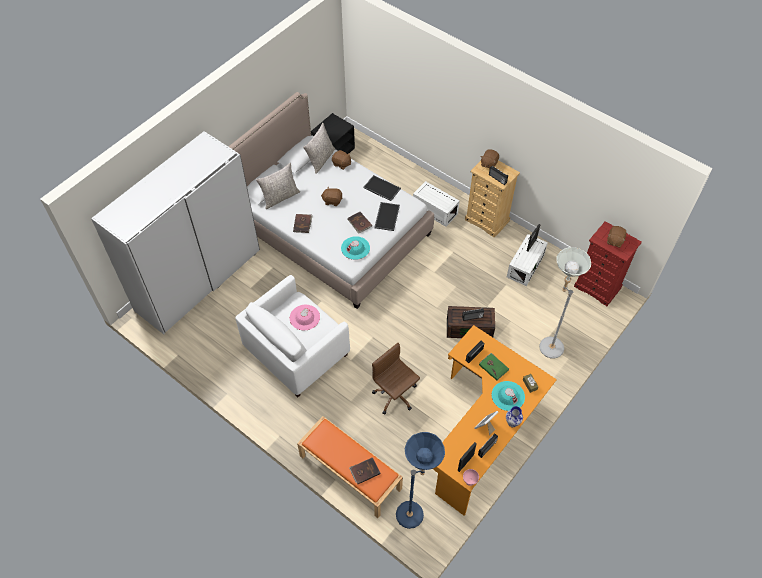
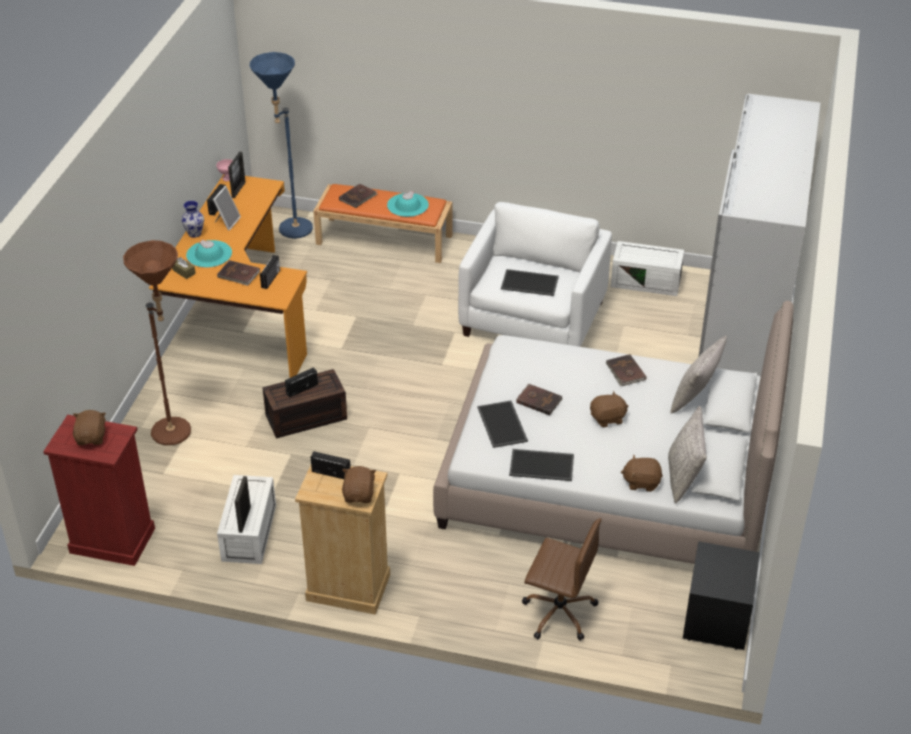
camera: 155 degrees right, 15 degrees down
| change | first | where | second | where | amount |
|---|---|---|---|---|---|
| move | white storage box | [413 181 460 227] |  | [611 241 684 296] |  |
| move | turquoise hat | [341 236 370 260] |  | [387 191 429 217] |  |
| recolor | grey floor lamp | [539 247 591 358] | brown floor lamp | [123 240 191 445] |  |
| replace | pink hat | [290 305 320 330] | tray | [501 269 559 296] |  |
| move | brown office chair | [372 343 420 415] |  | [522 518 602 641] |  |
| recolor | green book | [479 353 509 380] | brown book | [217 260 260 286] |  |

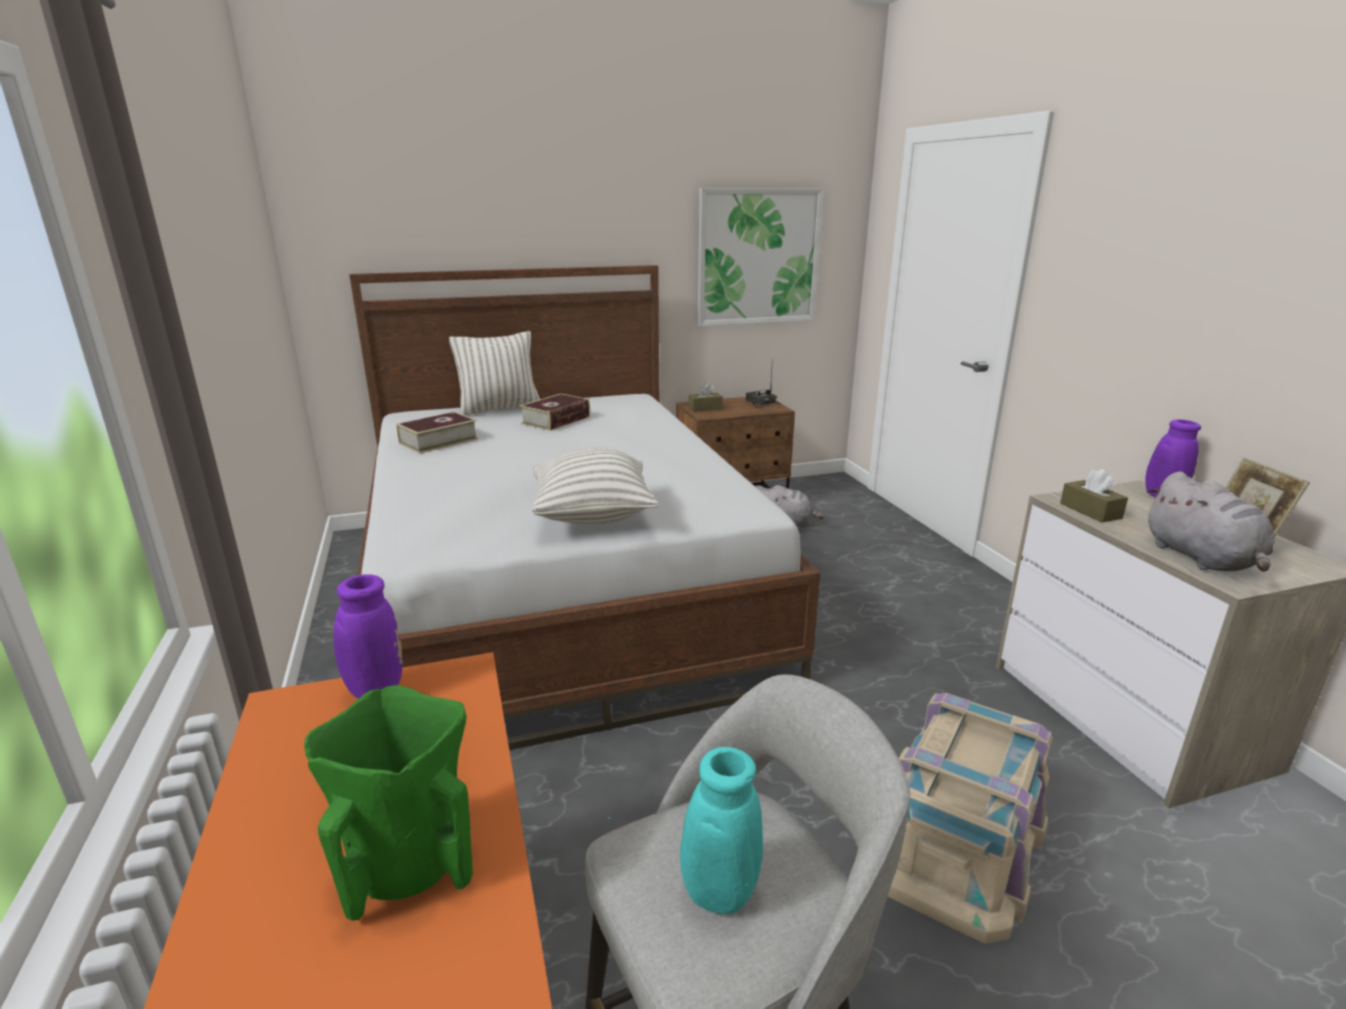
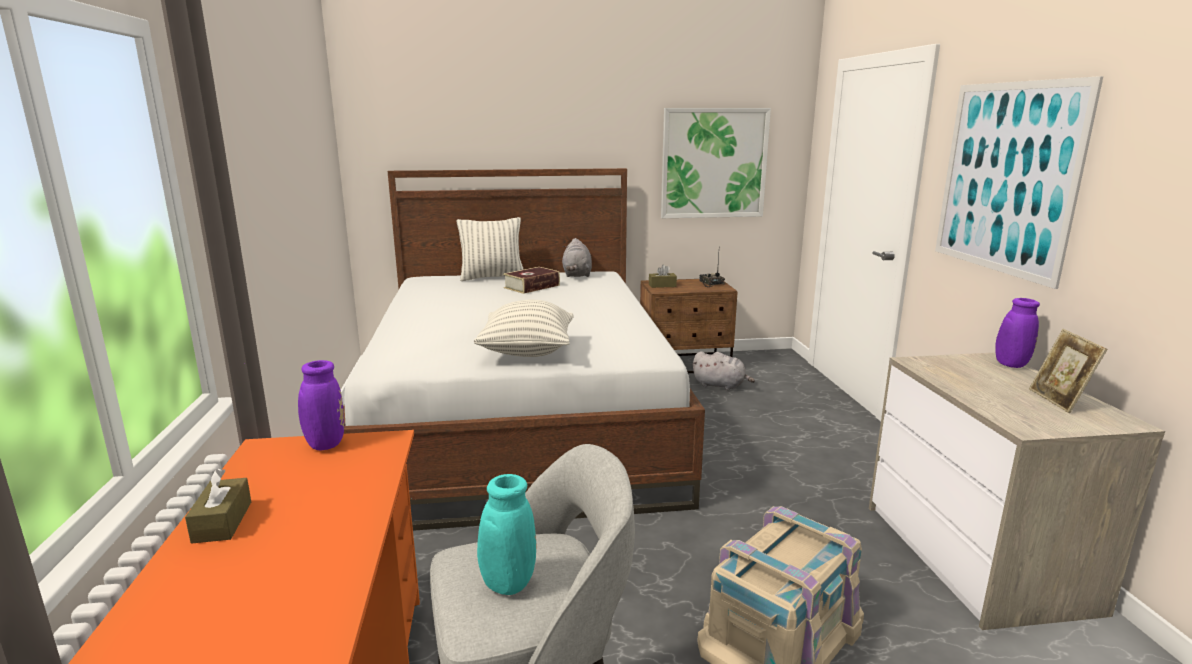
camera: 10 degrees right, 5 degrees down
| change | first | where | second | where | amount |
|---|---|---|---|---|---|
| delete | book | [396 412 478 454] |  |  |  |
| move | brown tissue box | [1060 469 1128 523] |  | [185 468 251 544] |  |
| move | grey plush toy | [1147 472 1275 571] |  | [562 238 592 277] |  |
| delete | green vase | [304 685 473 921] |  |  |  |
| insert |  |  | picture | [935 76 1103 289] |  |

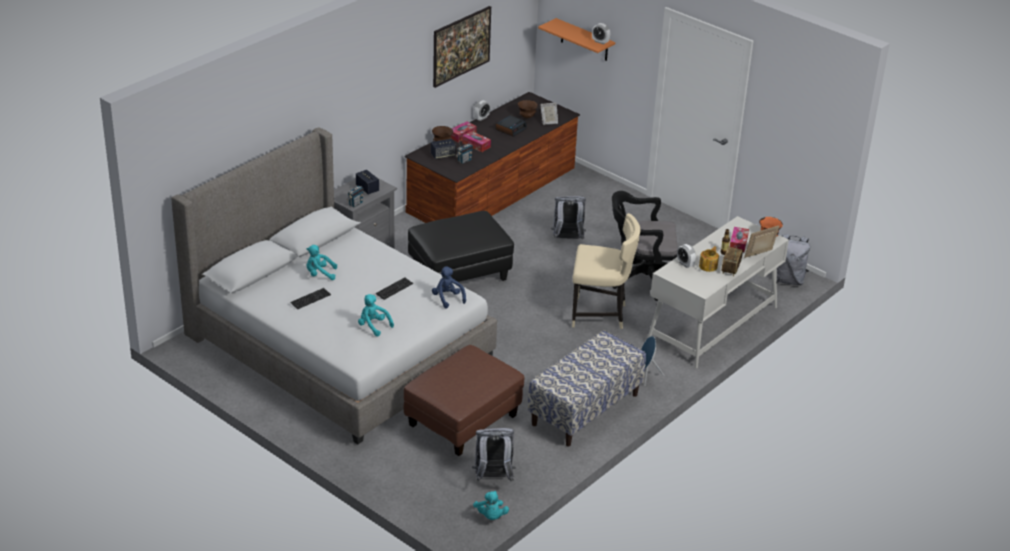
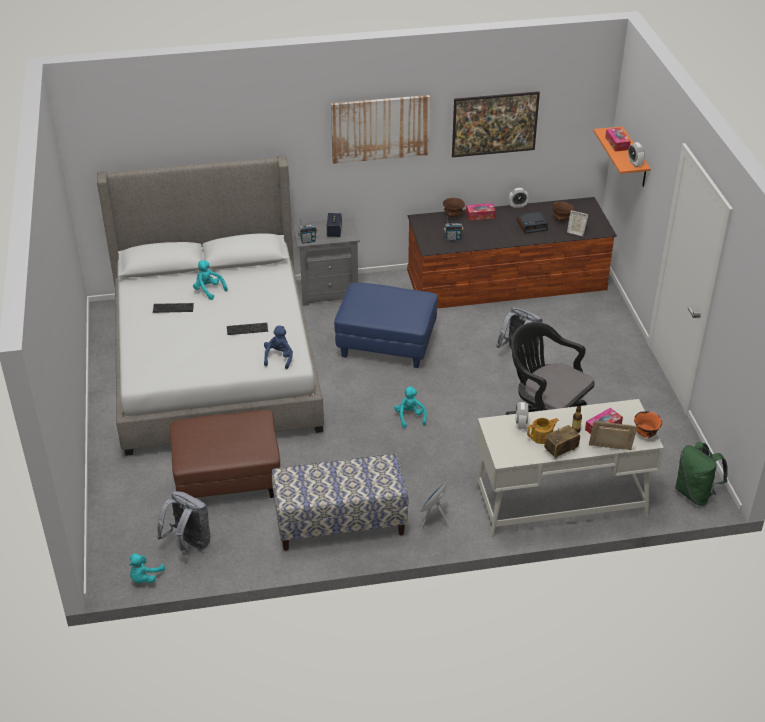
camera: 40 degrees right, 5 degrees up
| change | first | where | second | where | amount |
|---|---|---|---|---|---|
| move | tissue box | [462 131 491 152] |  | [605 128 631 152] |  |
| delete | speaker | [431 139 456 159] |  |  |  |
| recolor | black ottoman | [408 211 514 282] | blue ottoman | [334 282 438 368] |  |
| delete | beige chair | [572 213 640 329] |  |  |  |
| recolor | grey backpack | [777 234 810 285] | green backpack | [675 442 728 506] |  |
| move | turquoise plush toy | [358 294 394 336] |  | [394 386 427 428] |  |
| insert |  |  | picture | [331 95 431 164] |  |

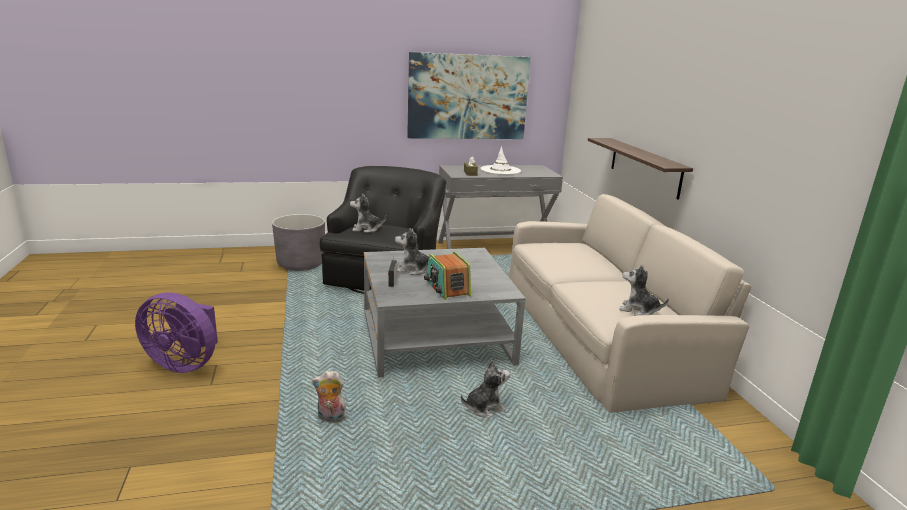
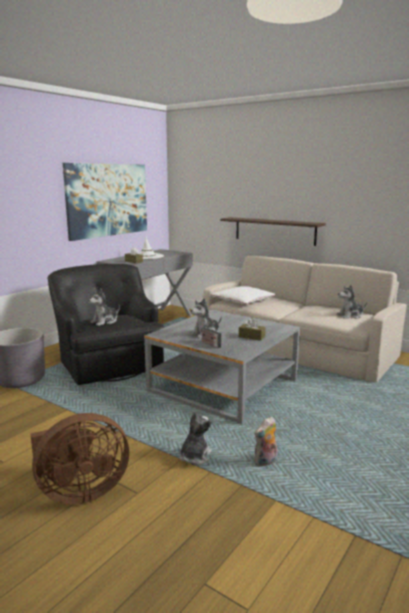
camera: 40 degrees left, 5 degrees down
| change | first | where | second | where | amount |
|---|---|---|---|---|---|
| replace | radio | [424 251 471 300] | brown tissue box | [239 318 266 341] |  |
| recolor | purple fan | [135 292 218 373] | brown fan | [30 413 129 505] |  |
| move | plush toy | [461 360 510 417] |  | [180 411 212 465] |  |
| insert |  |  | white pillow | [211 286 276 304] |  |

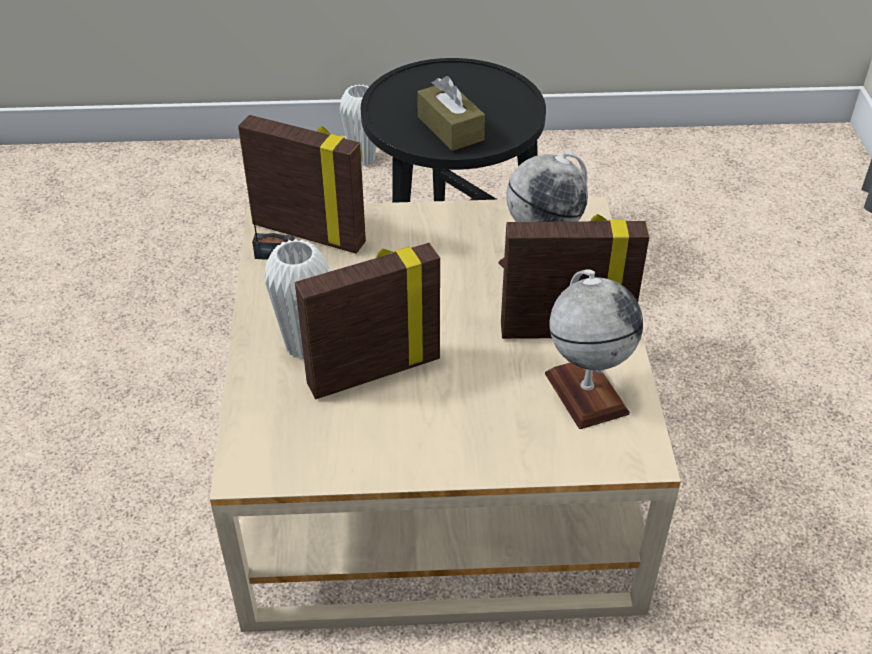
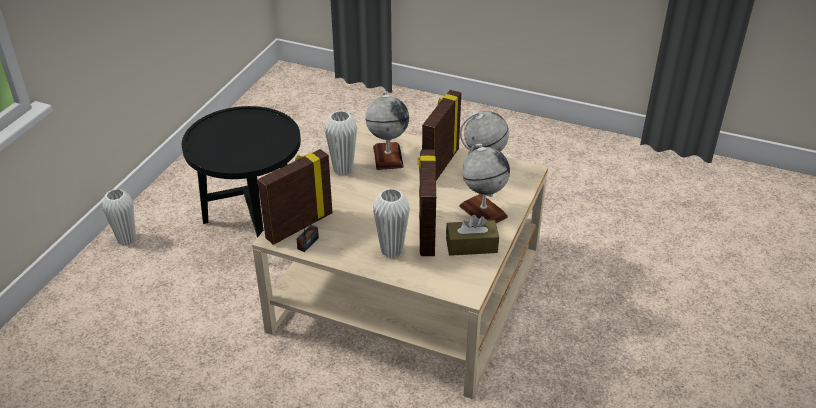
camera: 65 degrees left, 5 degrees down
| change | first | where | second | where | amount |
|---|---|---|---|---|---|
| move | brown tissue box | [417 76 485 151] |  | [446 215 499 256] |  |
| insert |  |  | white vase | [324 111 357 175] |  |
| insert |  |  | globe | [459 144 510 223] |  |

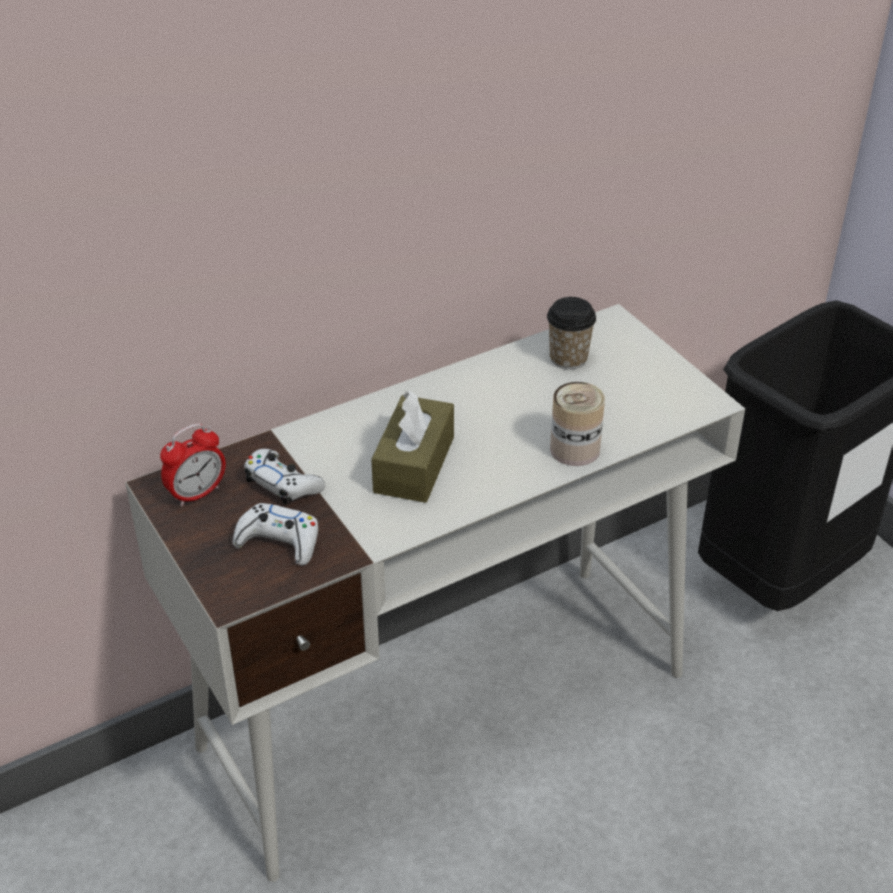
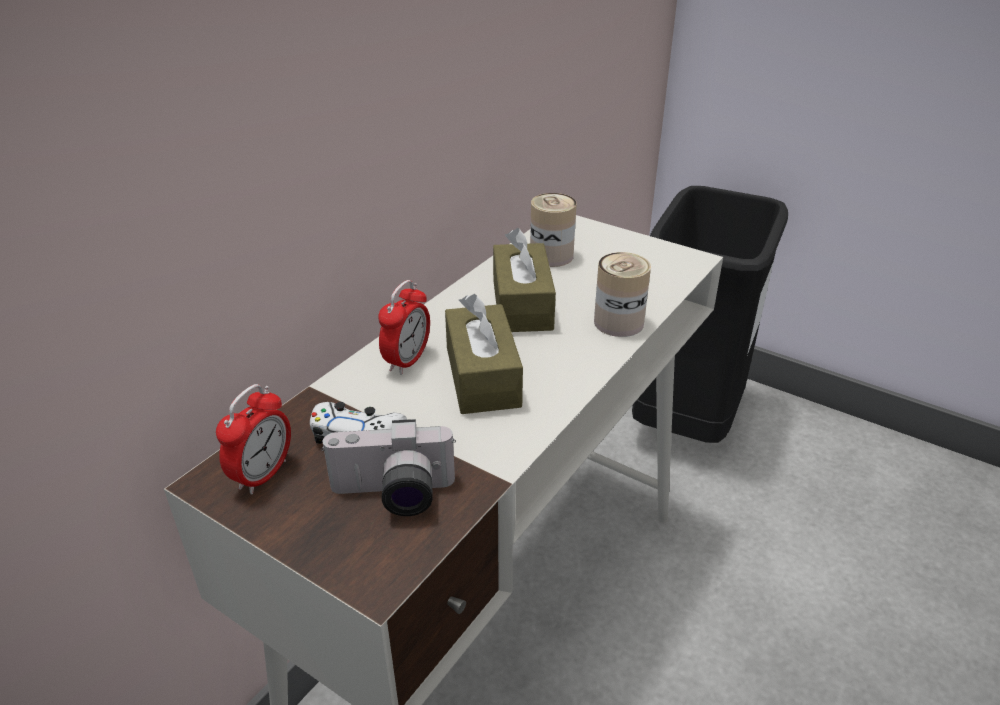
camera: 25 degrees left, 5 degrees down
| change | first | where | second | where | amount |
|---|---|---|---|---|---|
| replace | cup | [547 297 596 370] | can | [530 193 576 267] |  |
| replace | white game controller | [233 503 318 565] | photo camera | [321 419 456 516] |  |
| insert |  |  | brown tissue box | [493 228 556 332] |  |
| insert |  |  | alarm clock | [378 280 430 375] |  |

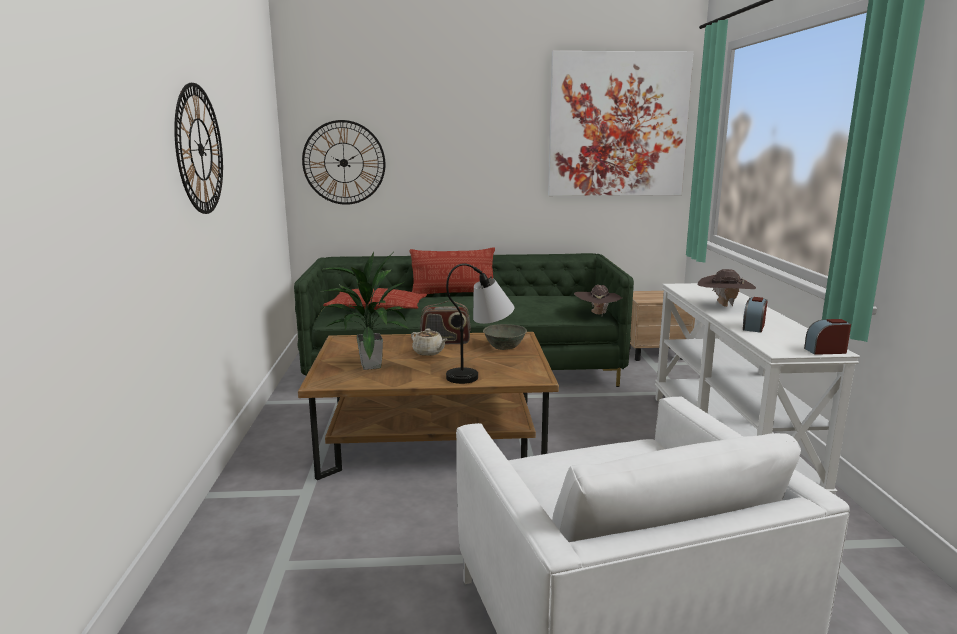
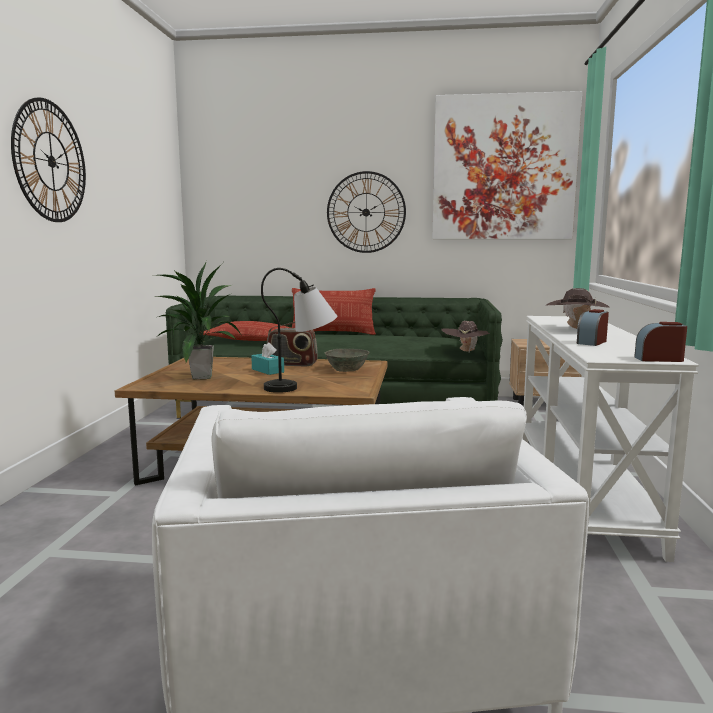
camera: 10 degrees right, 5 degrees down
| change | first | where | second | where | amount |
|---|---|---|---|---|---|
| move | wall clock | [302 120 385 205] |  | [327 171 406 253] |  |
| replace | beige teapot | [411 328 448 356] | turquoise tissue box | [251 342 284 375] |  |

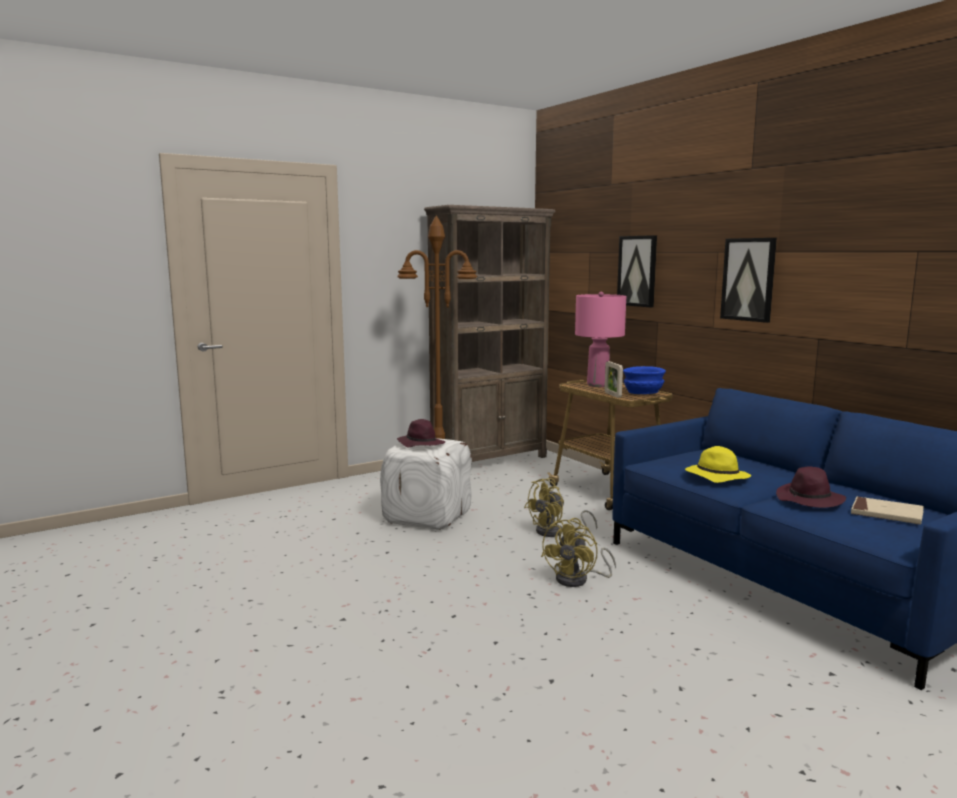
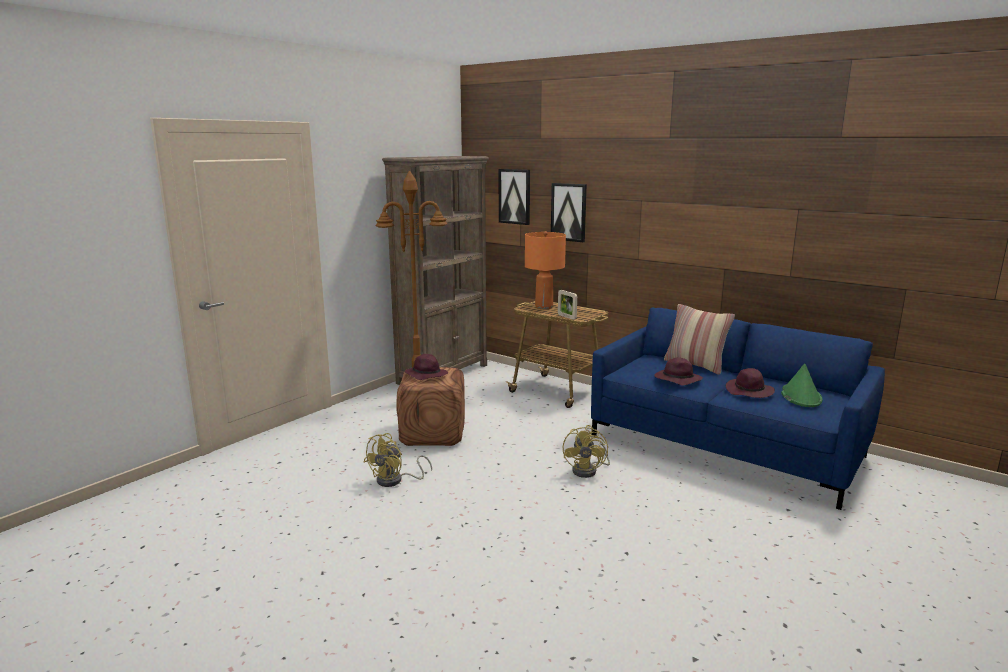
camera: 20 degrees left, 5 degrees up
| change | first | where | second | where | amount |
|---|---|---|---|---|---|
| move | picture | [720 238 777 323] |  | [499 169 530 225] |  |
| recolor | pink table lamp | [575 292 626 387] | orange table lamp | [525 231 566 309] |  |
| delete | blue bowl | [623 366 666 394] |  |  |  |
| recolor | white ottoman | [380 438 472 530] | brown ottoman | [397 367 465 446] |  |
| recolor | yellow hat | [685 446 751 483] | purple hat | [654 357 703 386] |  |
| move | yellow fan | [524 478 597 537] |  | [363 433 432 487] |  |
| replace | beige book | [851 497 924 524] | green hat | [781 363 822 407] |  |
| insert |  |  | pillow | [664 304 735 375] |  |

